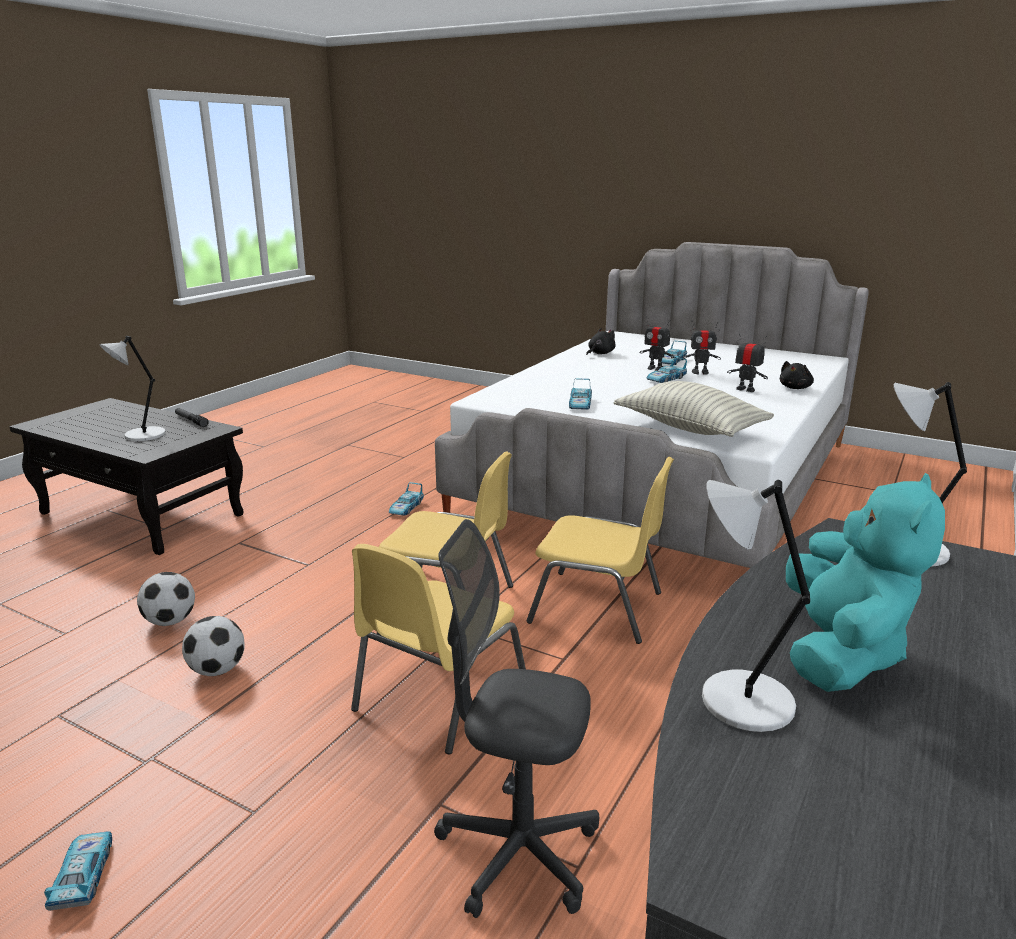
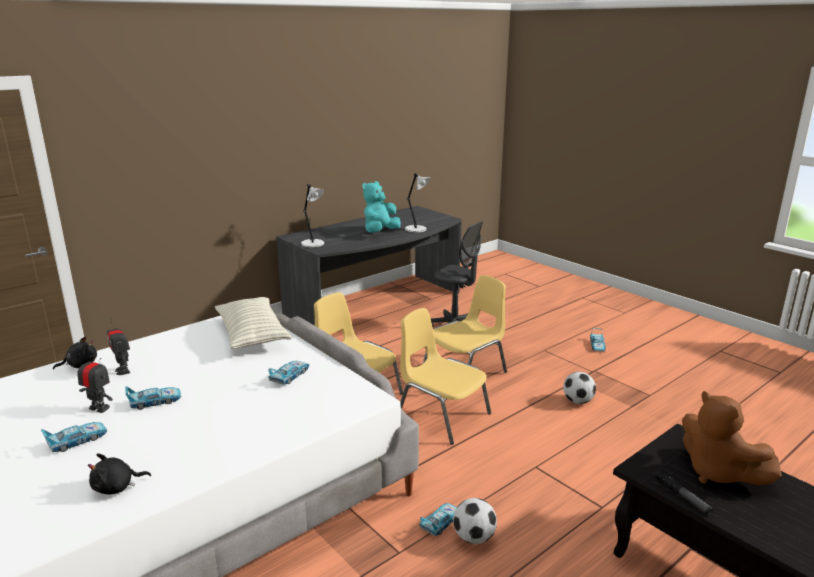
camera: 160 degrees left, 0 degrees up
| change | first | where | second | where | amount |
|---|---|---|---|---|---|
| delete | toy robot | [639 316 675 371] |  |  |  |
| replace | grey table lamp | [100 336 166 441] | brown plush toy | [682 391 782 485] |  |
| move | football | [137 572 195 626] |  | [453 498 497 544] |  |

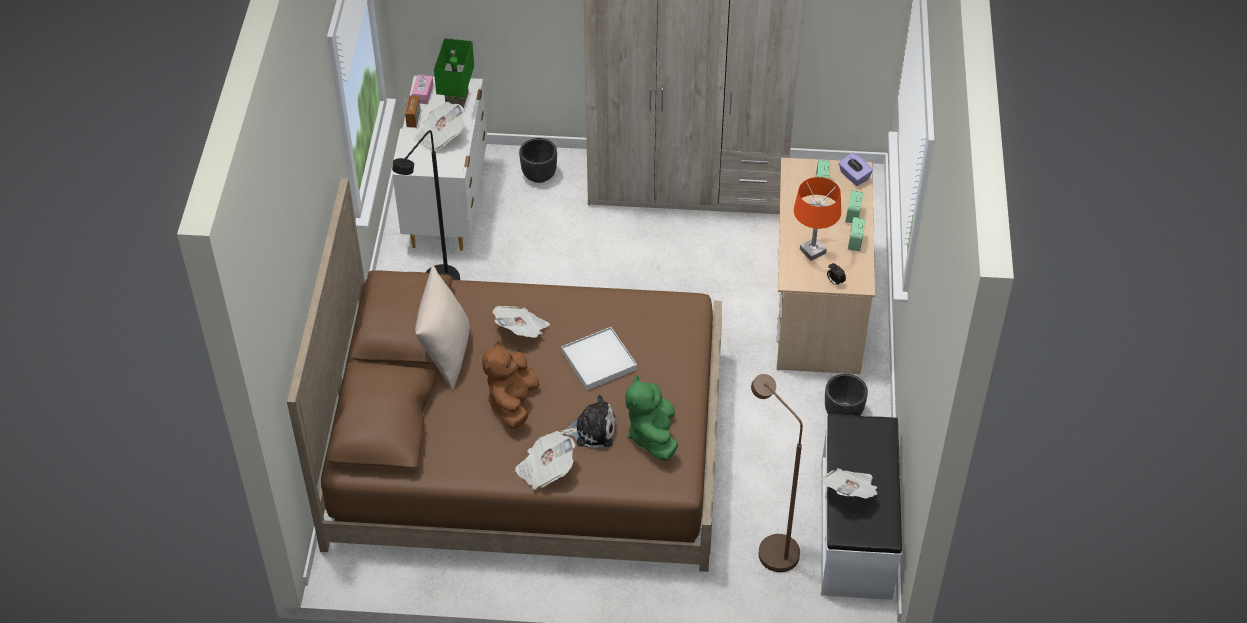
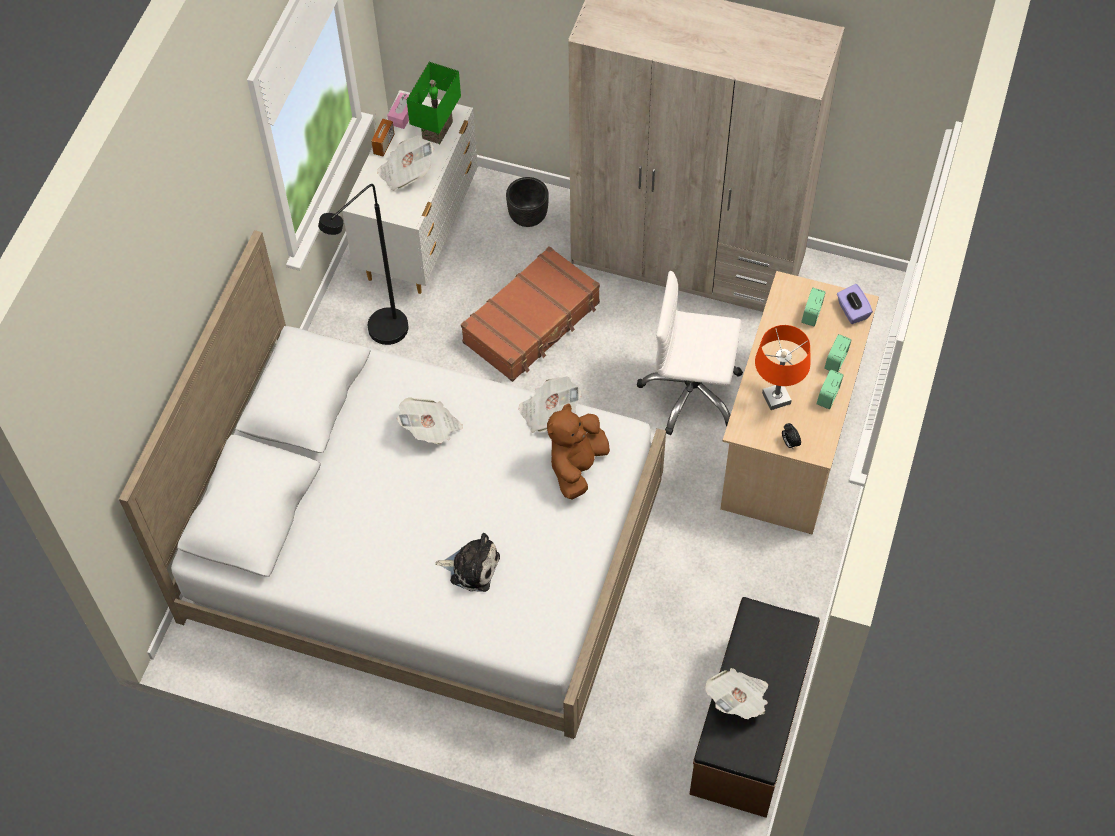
camera: 15 degrees right, 10 degrees up
| change | first | where | second | where | amount |
|---|---|---|---|---|---|
| recolor | brown bed | [287 178 722 572] | white bed | [119 230 666 739] |  |
| delete | beige pillow | [415 266 470 390] |  |  |  |
| delete | white tray | [562 327 637 390] |  |  |  |
| move | brown plush toy | [482 340 539 429] |  | [547 403 610 500] |  |
| delete | brown floor lamp | [751 374 803 572] |  |  |  |
| delete | black planter | [825 374 868 416] |  |  |  |
| delete | green plush toy | [625 375 678 461] |  |  |  |
| recolor | white bench | [821 414 902 600] | brown bench | [689 597 820 818] |  |
| move | newspaper | [515 431 575 490] |  | [518 376 582 433] |  |
| insert |  |  | brown suitcase | [461 246 600 382] |  |
| insert |  |  | white office chair | [637 271 743 435] |  |

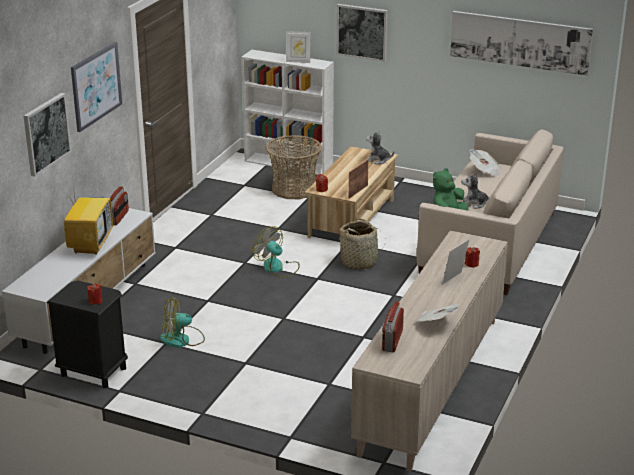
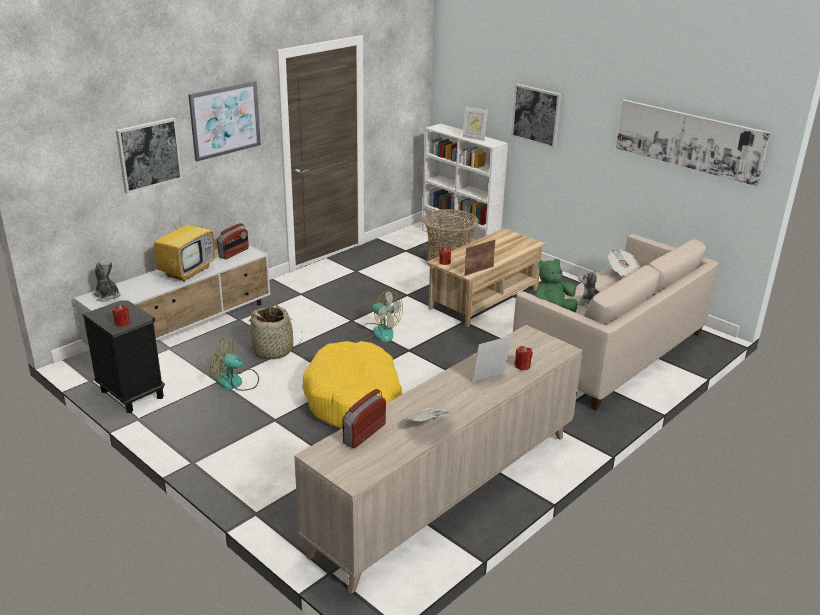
camera: 20 degrees right, 0 degrees up
| change | first | where | second | where | amount |
|---|---|---|---|---|---|
| move | plush toy | [366 131 394 164] |  | [93 262 120 302] |  |
| move | basket | [339 218 385 270] |  | [247 304 302 359] |  |
| rotate | fan | [252 226 300 277] |  | [357 290 403 342] | 150 degrees clockwise |
| insert |  |  | yellow dog bed | [302 341 402 429] |  |

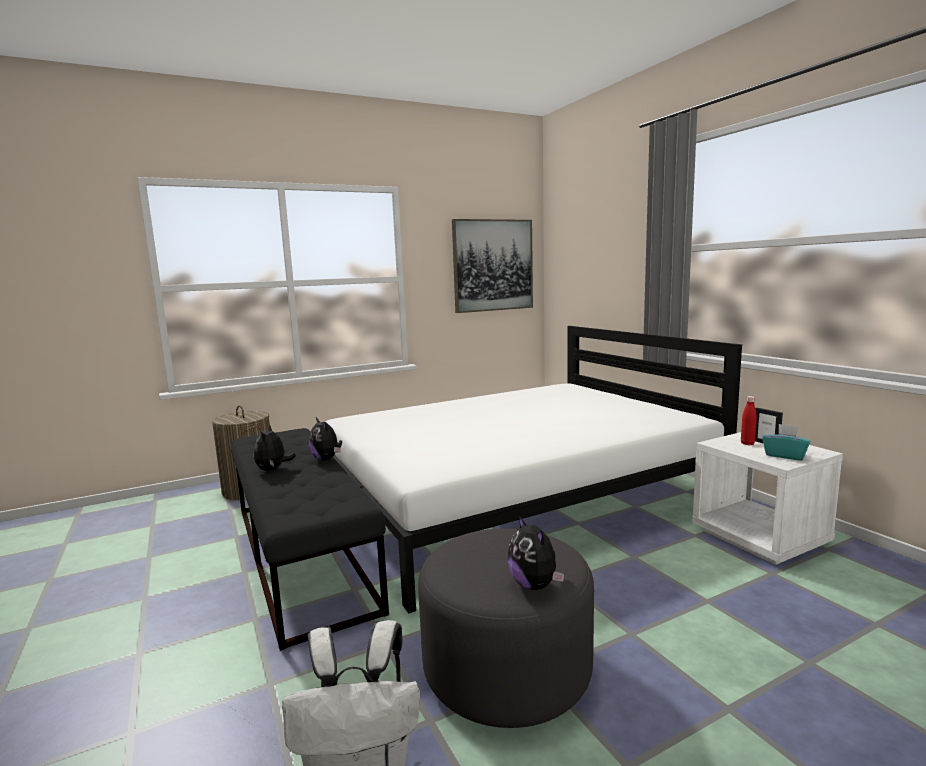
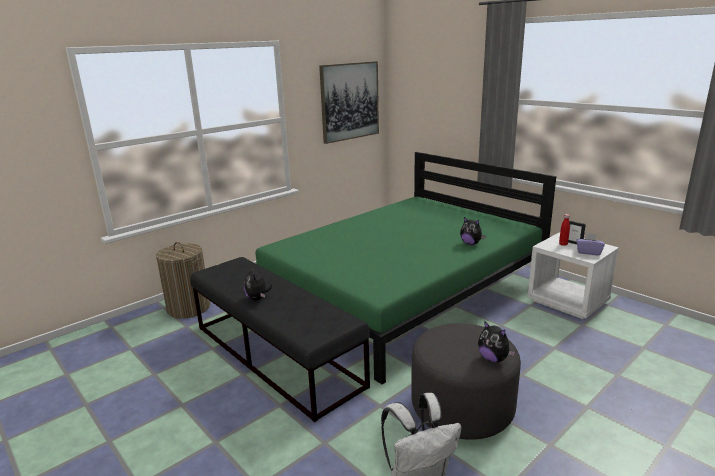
camera: 15 degrees left, 10 degrees up
| change | first | where | second | where | amount |
|---|---|---|---|---|---|
| recolor | white bed | [326 326 742 614] | green bed | [255 152 556 384] |  |
| move | plush toy | [309 418 342 461] |  | [460 217 485 245] |  |
| recolor | turquoise tissue box | [762 424 811 461] | purple tissue box | [577 233 605 255] |  |

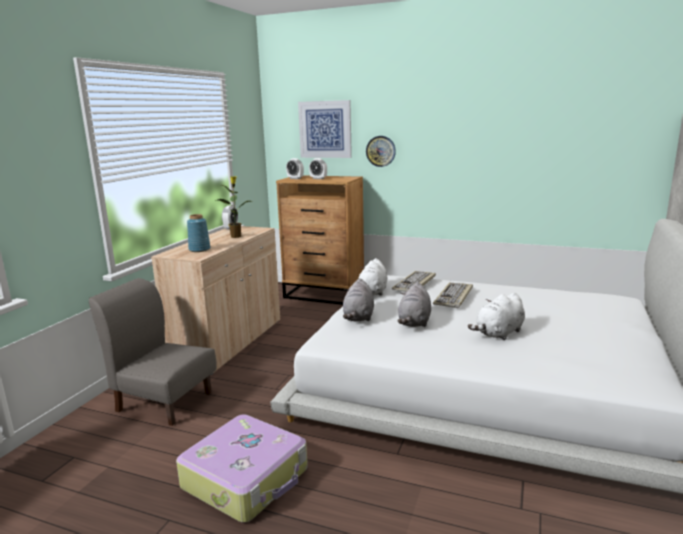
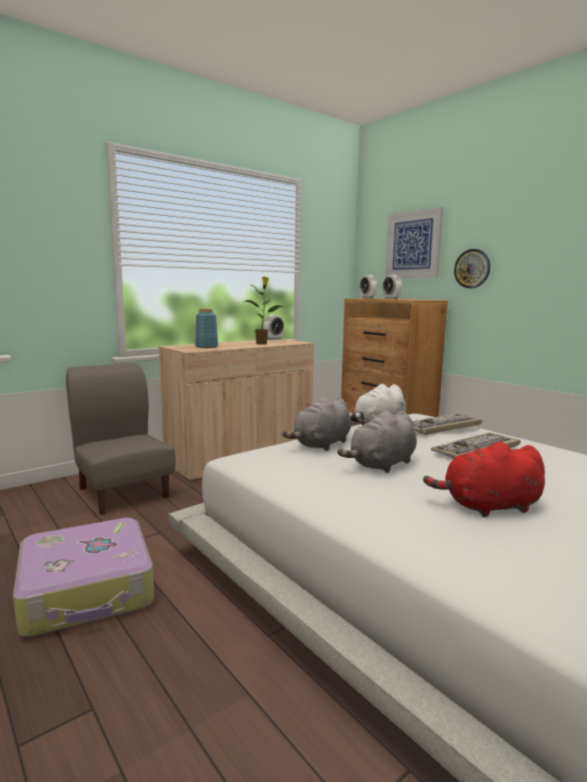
camera: 30 degrees right, 5 degrees down
| change | first | where | second | where | amount |
|---|---|---|---|---|---|
| recolor | white plush toy | [468 293 525 340] | red plush toy | [423 442 545 517] |  |

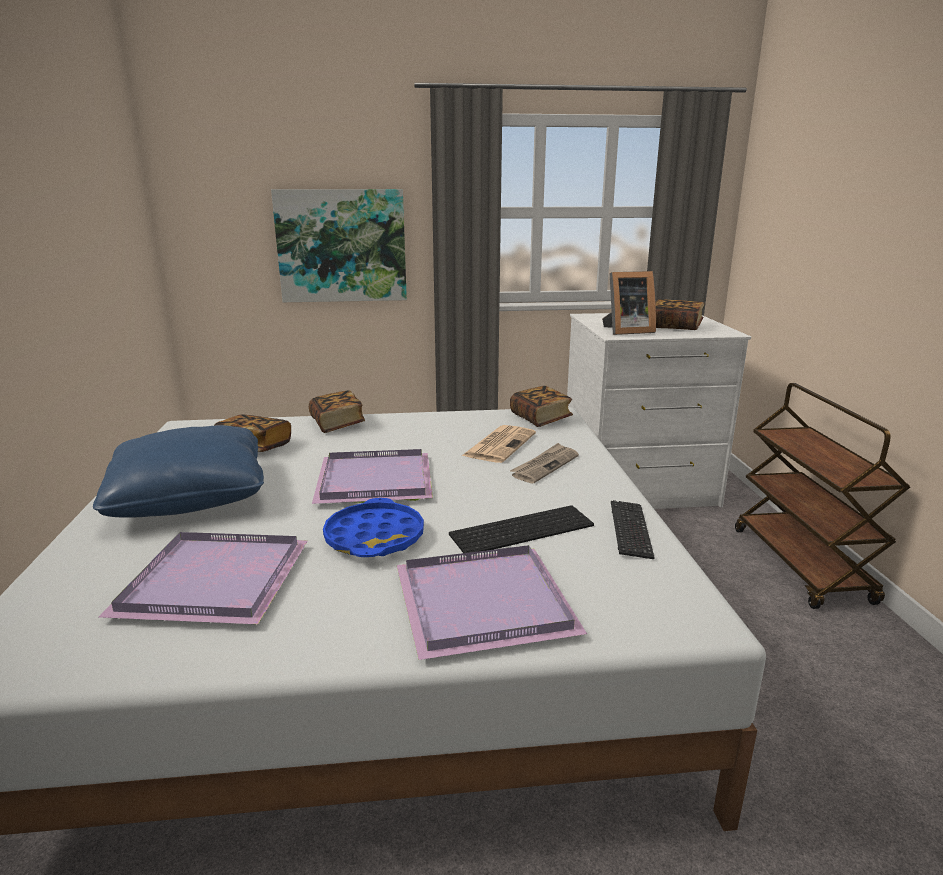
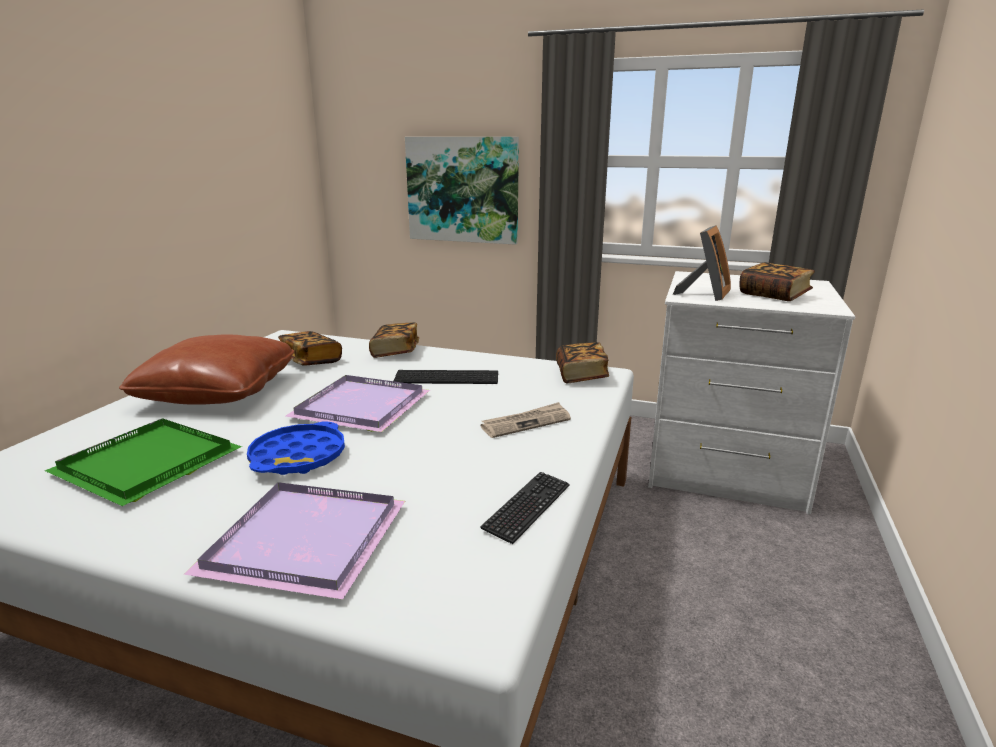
camera: 25 degrees right, 0 degrees up
| change | first | where | second | where | amount |
|---|---|---|---|---|---|
| rotate | picture frame | [602 271 656 335] |  | [673 225 731 301] | 75 degrees counterclockwise |
| delete | brown cart | [735 383 910 609] |  |  |  |
| recolor | blue pillow | [93 425 264 517] | brown pillow | [119 335 294 405] |  |
| delete | newspaper | [462 425 536 463] |  |  |  |
| move | keyboard | [449 505 594 556] |  | [394 370 498 384] |  |
| recolor | purple tray | [99 532 308 624] | green tray | [45 418 242 506] |  |

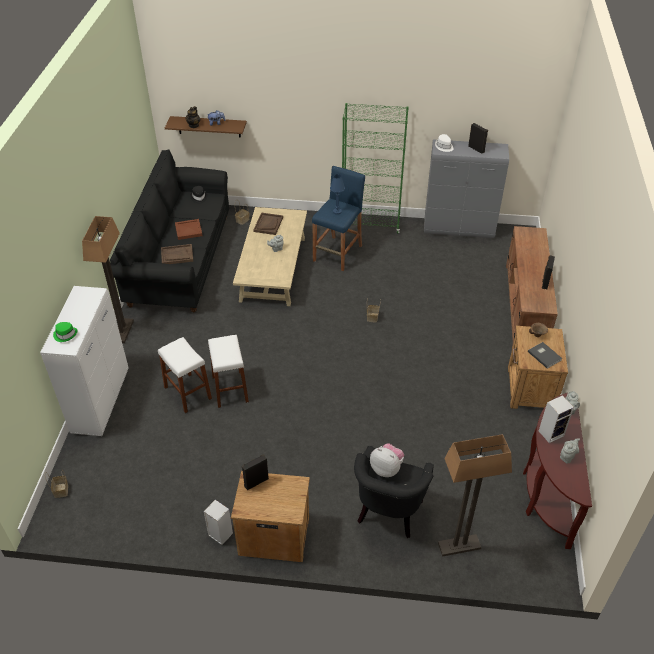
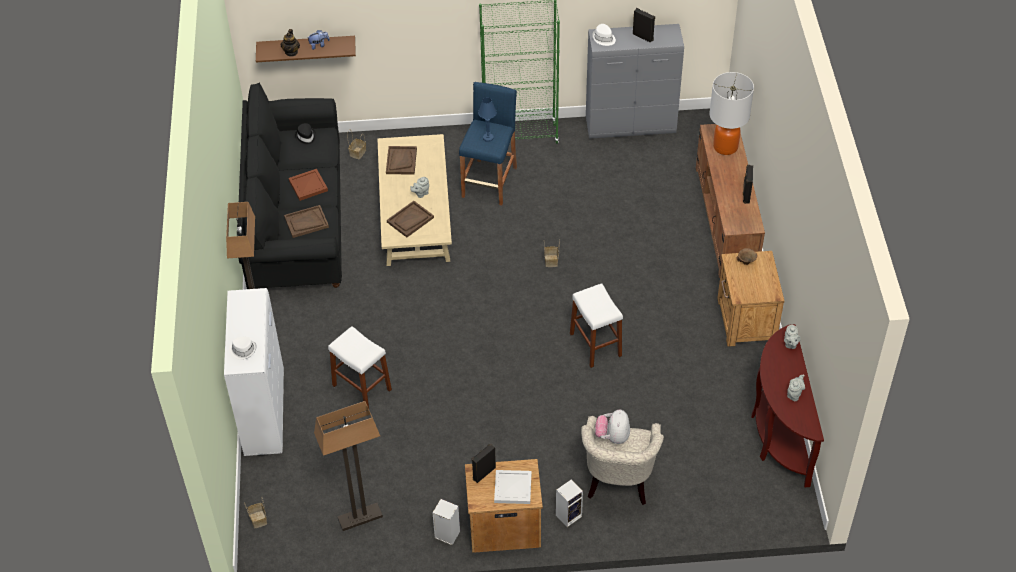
camera: 10 degrees left, 5 degrees up
| change | first | where | second | where | amount |
|---|---|---|---|---|---|
| recolor | green hat | [53 322 78 342] | white hat | [229 337 257 360] |  |
| move | white stool | [208 335 249 408] |  | [570 283 623 368] |  |
| delete | grey book | [528 342 562 369] |  |  |  |
| move | speaker | [539 395 574 443] |  | [556 479 583 527] |  |
| move | floor lamp | [438 434 512 557] |  | [314 401 383 531] |  |
| rotate | plush toy | [370 444 404 477] |  | [595 410 630 444] | 105 degrees counterclockwise |
| recolor | black armchair | [354 446 434 538] | beige armchair | [581 416 664 505] |  |
| insert |  |  | table lamp | [710 72 754 155] |  |
| insert |  |  | brown tray | [387 201 434 237] |  |
| insert |  |  | white tray | [494 470 532 504] |  |

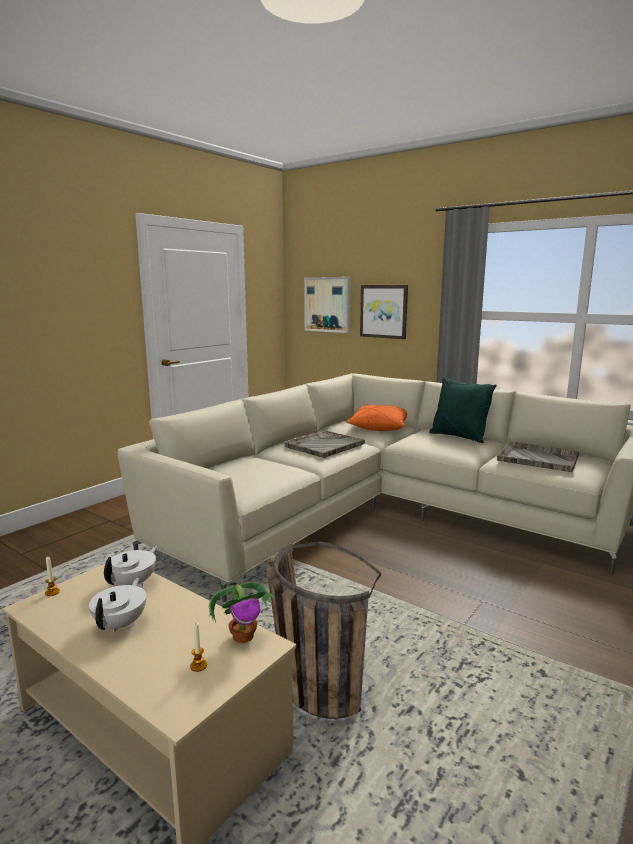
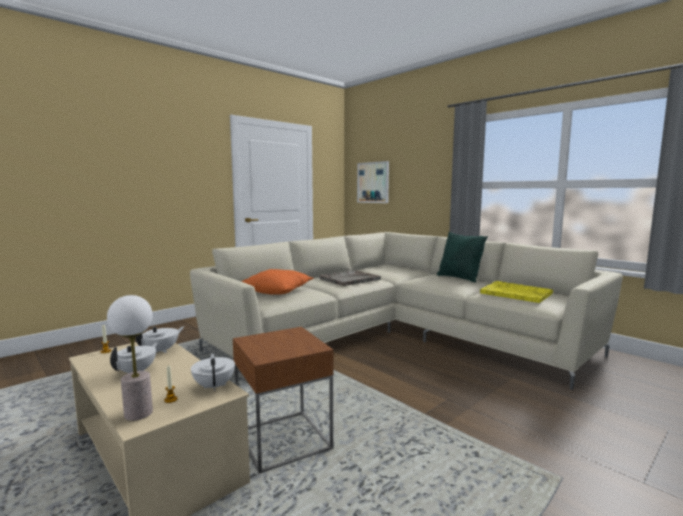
camera: 10 degrees right, 5 degrees down
| change | first | where | second | where | amount |
|---|---|---|---|---|---|
| delete | picture | [360 285 408 339] |  |  |  |
| move | orange pillow | [347 405 407 431] |  | [241 269 313 295] |  |
| recolor | grey tray | [497 441 579 472] | yellow tray | [480 281 553 303] |  |
| replace | basket | [267 541 381 719] | brown side table | [233 327 334 474] |  |
| replace | potted plant | [209 582 274 643] | white teapot | [191 353 235 391] |  |
| insert |  |  | table lamp | [107 295 153 421] |  |

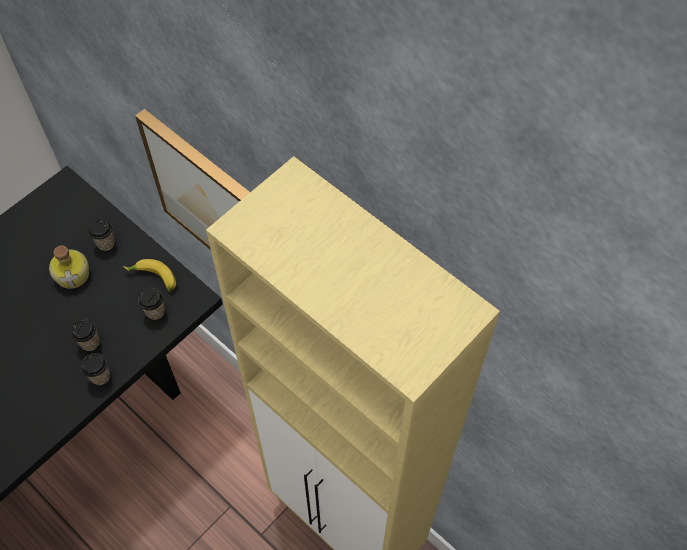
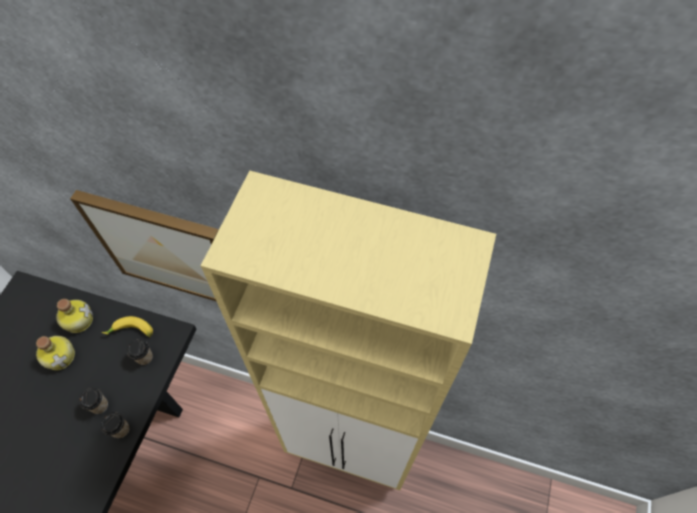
camera: 25 degrees left, 0 degrees up
| change | first | where | second | where | amount |
|---|---|---|---|---|---|
| replace | cup | [88 219 115 251] | bottle | [56 299 93 333] |  |

